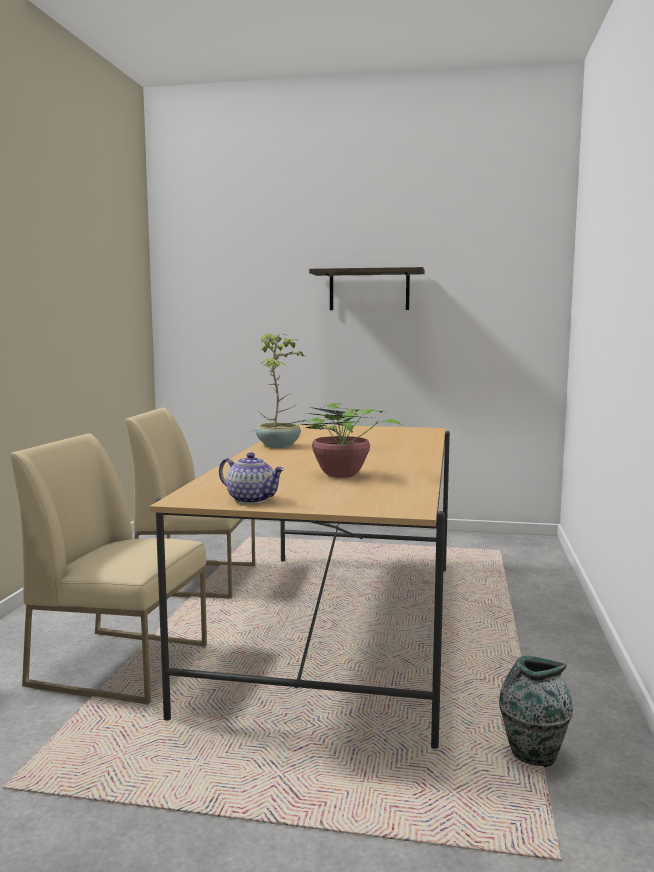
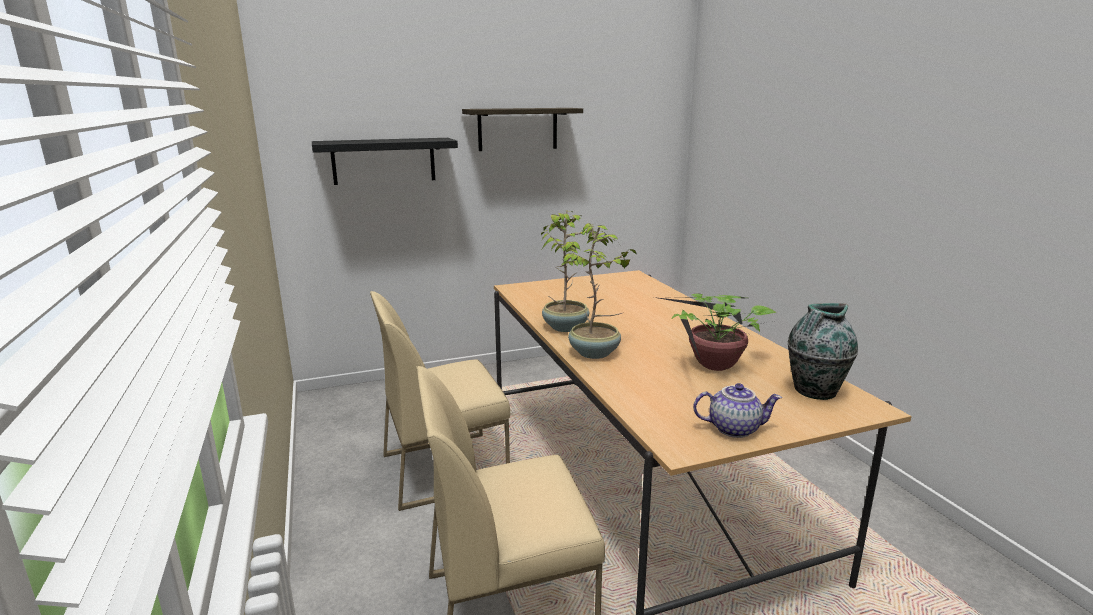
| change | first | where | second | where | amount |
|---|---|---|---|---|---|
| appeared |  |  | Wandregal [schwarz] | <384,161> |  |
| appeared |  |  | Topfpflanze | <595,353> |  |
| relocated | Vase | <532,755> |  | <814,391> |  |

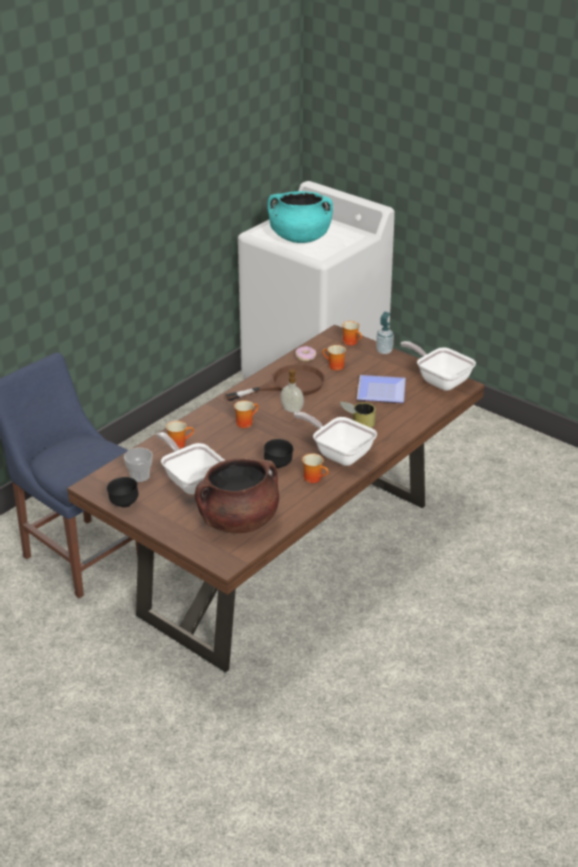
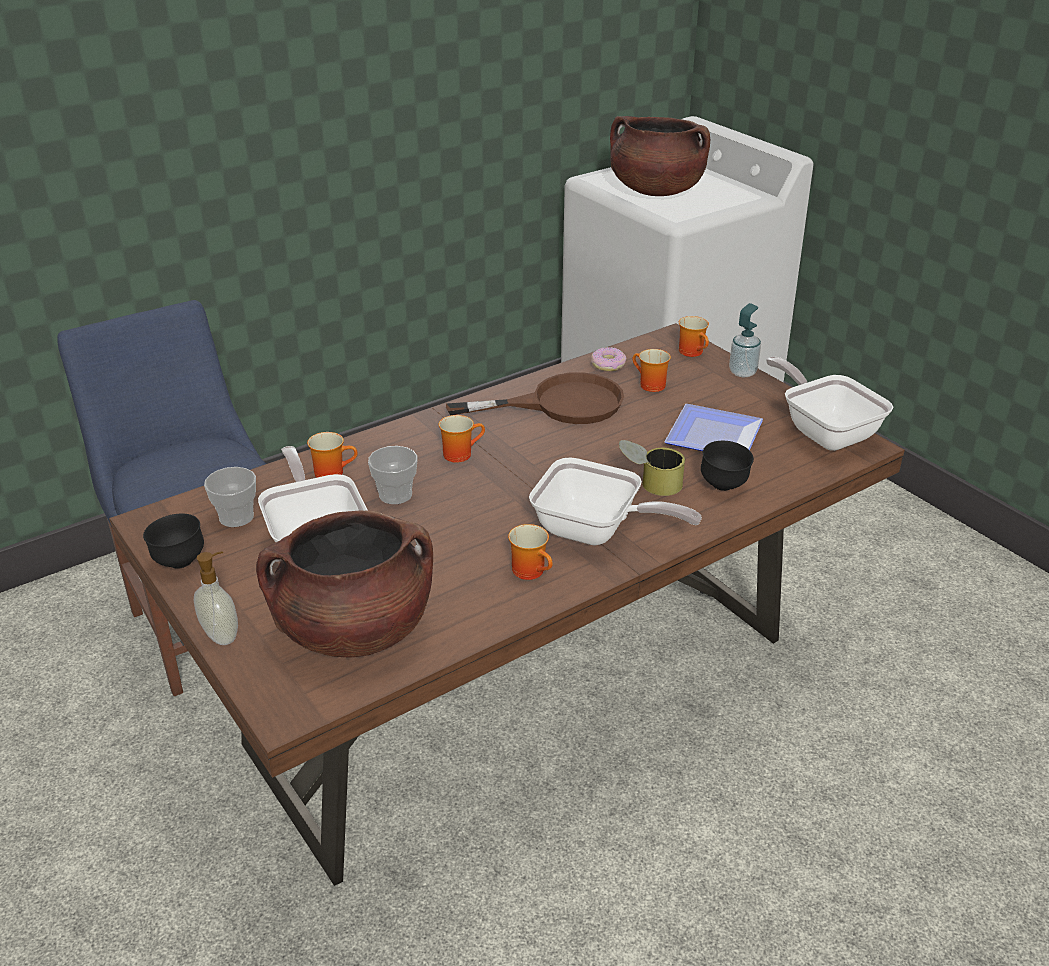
| change | first | where | second | where | amount |
|---|---|---|---|---|---|
| relocated | Seifenspender | <292,409> |  | <222,635> |  |
| appeared |  |  | Tasse | <395,495> |  |
| spun | Pfanne | <339,453> |  | <596,532> | 150 degrees clockwise |
| colour | Kochtopf [türkis] | <300,238> | Kochtopf [braun] | <655,191> |  |
| relocated | Schüssel [schwarz] | <278,465> |  | <724,486> |  |

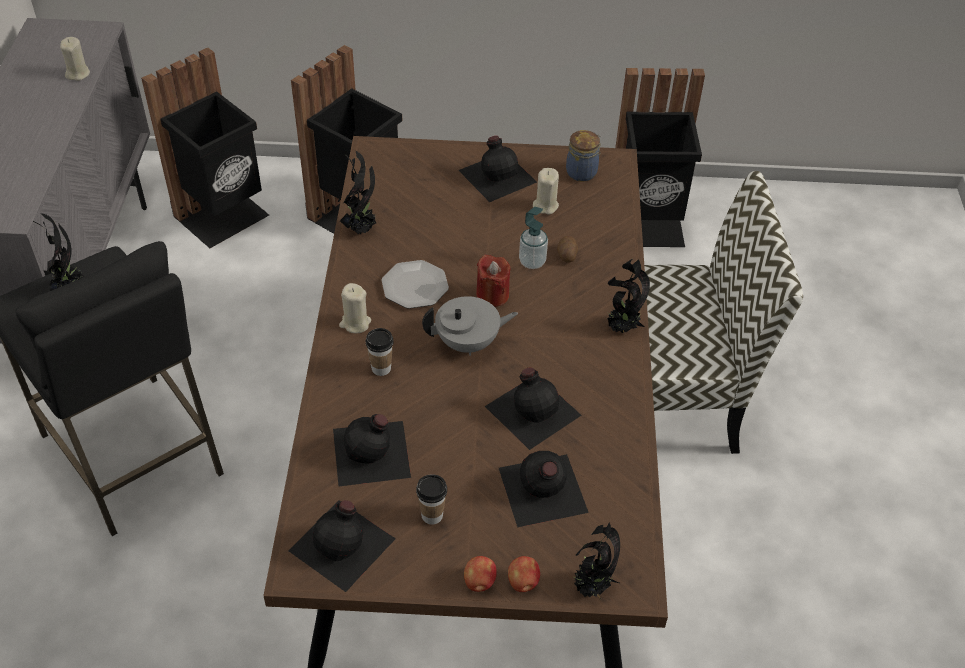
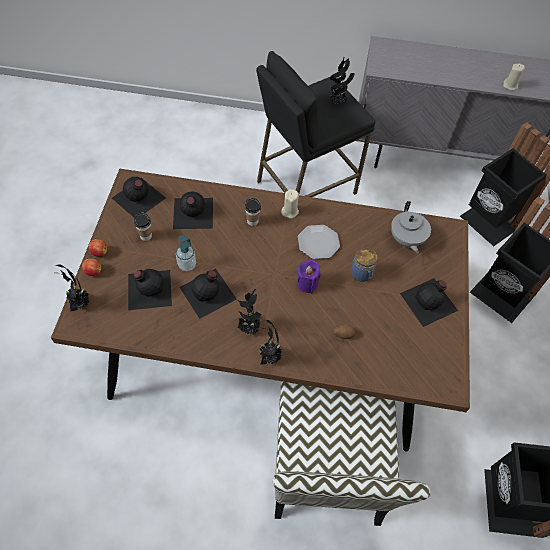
| change | first | where | second | where | amount |
|---|---|---|---|---|---|
| relocated | Seifenspender | <532,262> |  | <187,265> |  |
| relocated | Topfpflanze | <362,229> |  | <250,328> |  |
| colour | Kerze [rot] | <492,295> | Kerze [lila] | <307,283> |  |
| relocated | Vorratsglas | <582,172> |  | <362,274> |  |
| relocated | Teekanne [grau] | <468,343> |  | <406,240> |  |
| missing | Kerze [beige] | <545,205> |  |  |  |

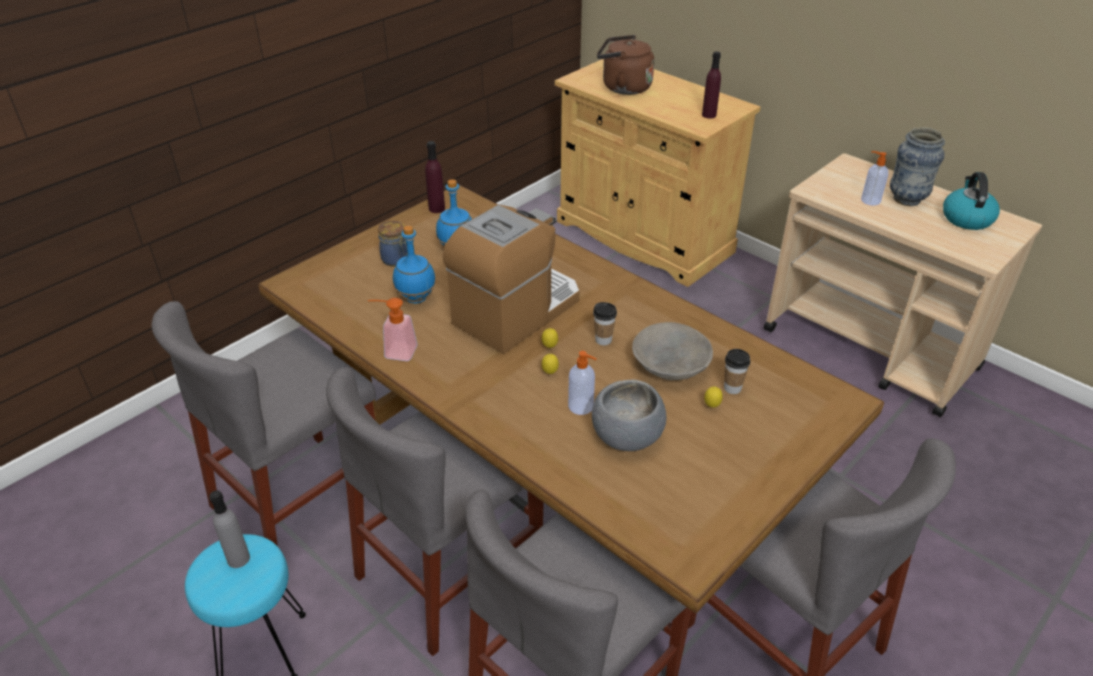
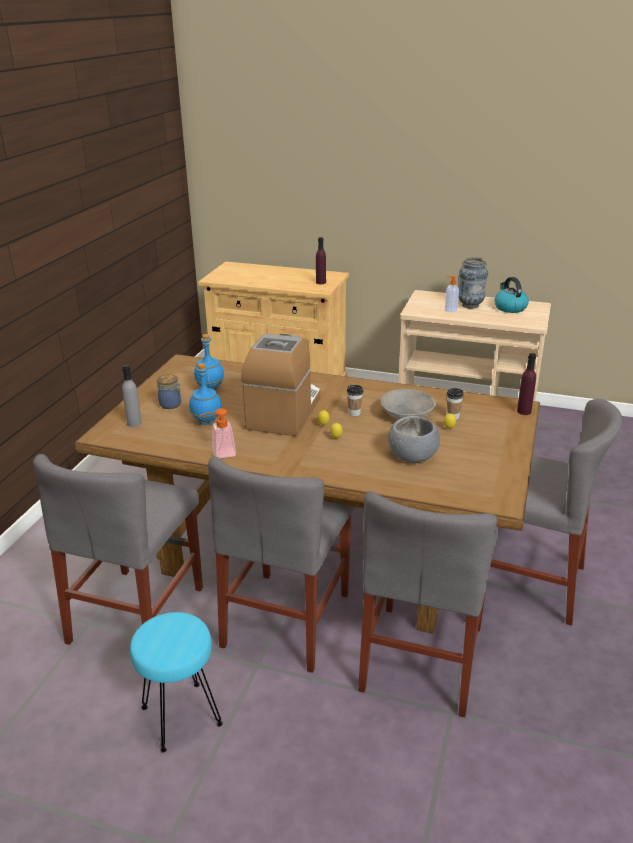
| change | first | where | second | where | amount |
|---|---|---|---|---|---|
| relocated | Flasche [grau] | <238,558> |  | <134,423> |  |
| relocated | Flasche [lila] | <436,208> |  | <524,411> |  |
| missing | Seifenspender | <581,406> |  |  |  |
| missing | Wasserkessel [braun] | <623,87> |  |  |  |

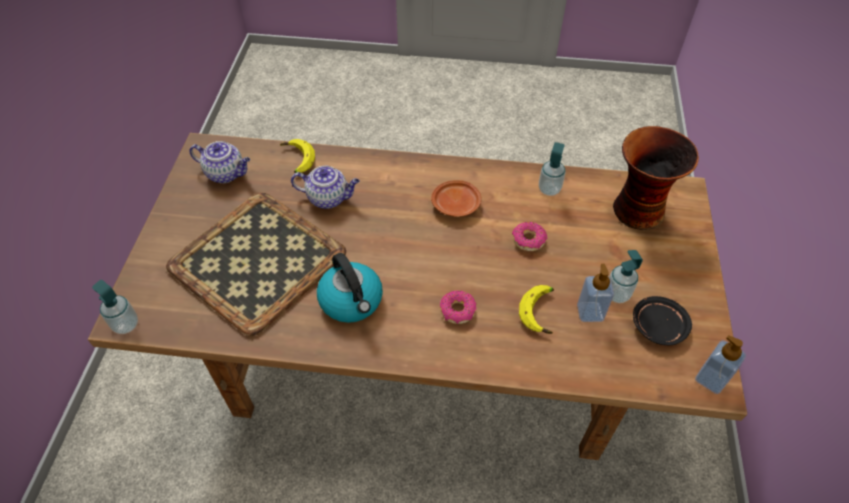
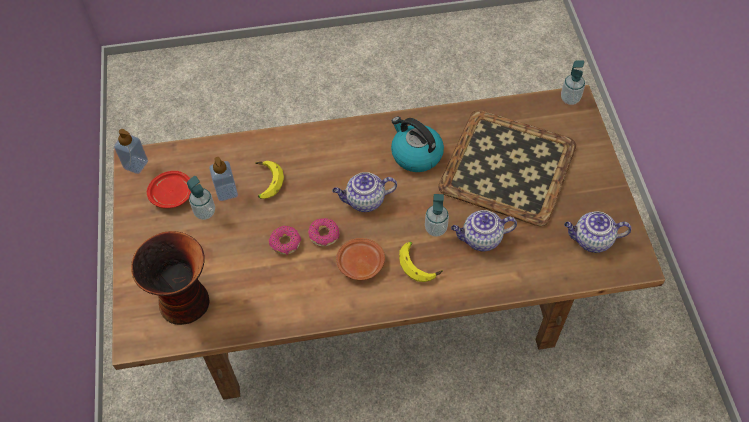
| change | first | where | second | where | amount |
|---|---|---|---|---|---|
| colour | Teller [schwarz] | <658,326> | Teller [rot] | <172,194> |  |
| relocated | Donut | <457,311> |  | <324,235> |  |
| appeared |  |  | Teekanne | <364,201> |  |
| relocated | Banane | <296,160> |  | <419,264> |  |
| relocated | Seifenspender | <549,189> |  | <435,229> |  |

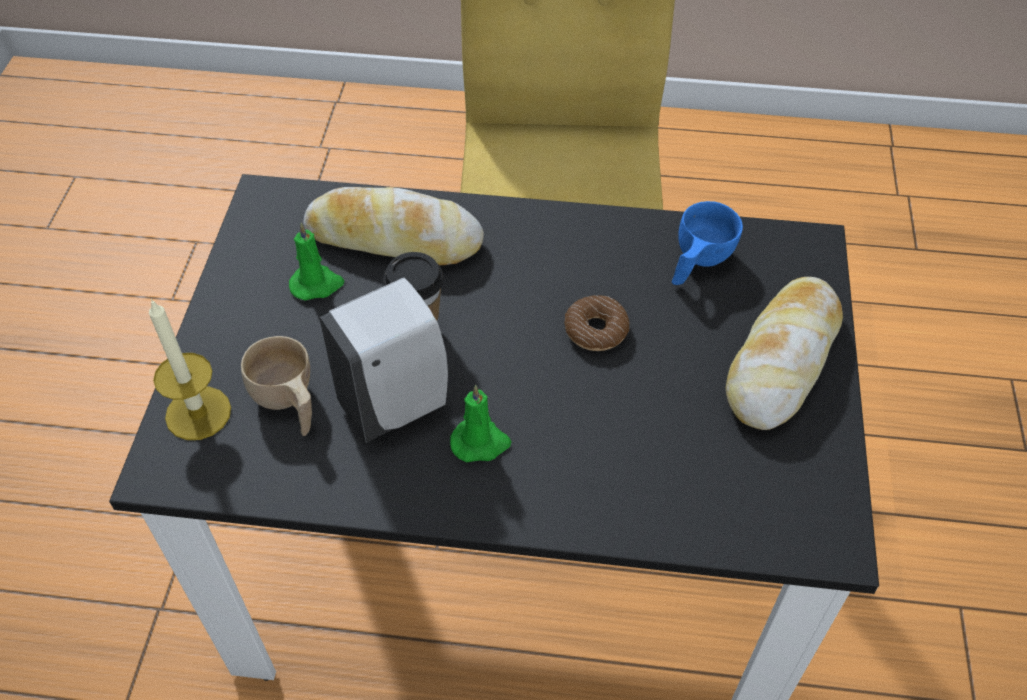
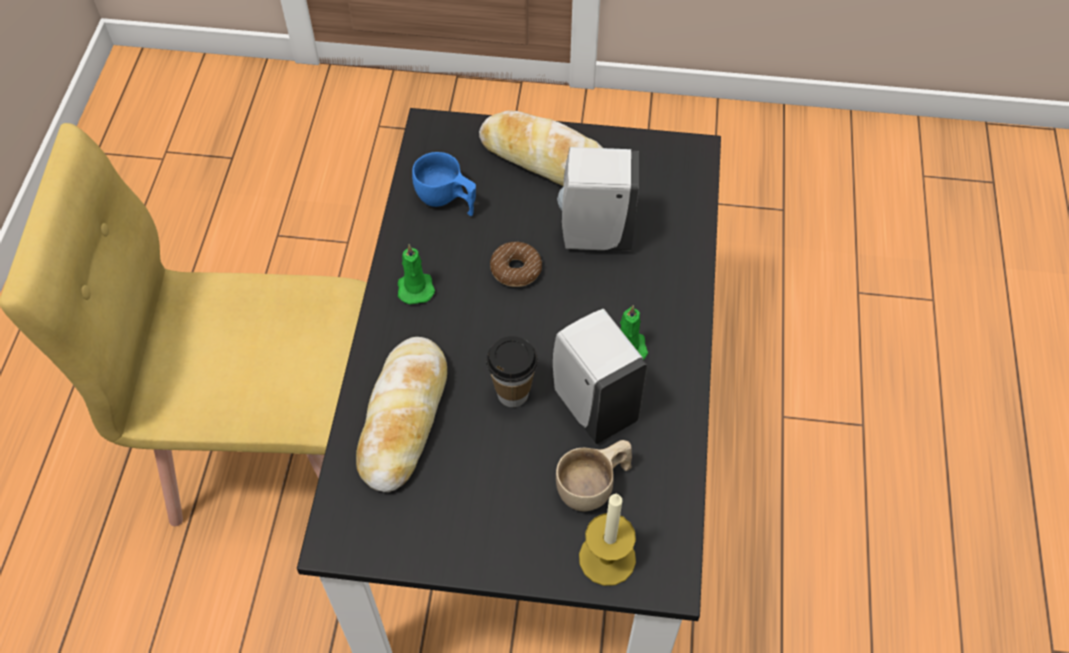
| change | first | where | second | where | amount |
|---|---|---|---|---|---|
| relocated | Kerze [grün] | <317,284> |  | <415,287> |  |
| appeared |  |  | Seifenspender [weiß] | <593,235> |  |

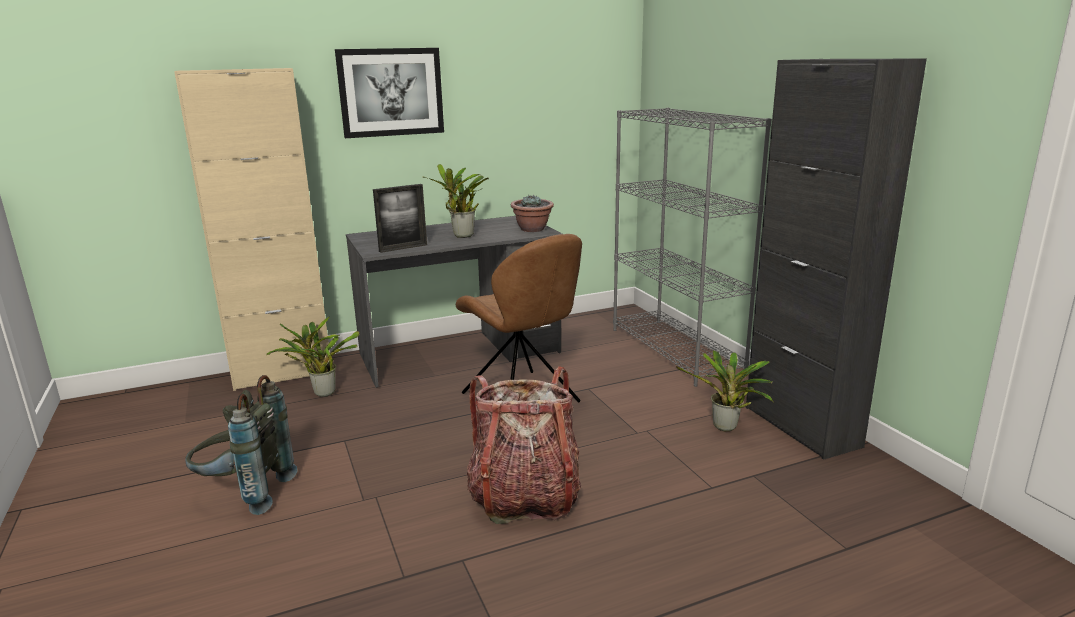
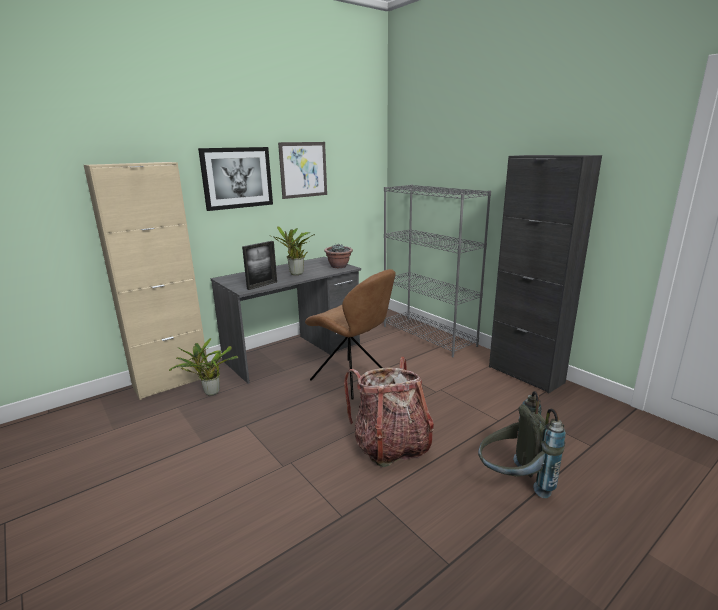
| change | first | where | second | where | amount |
|---|---|---|---|---|---|
| appeared |  |  | Bild | <303,170> |  |
| relocated | Rucksack [grau] | <245,494> |  | <513,483> |  |
| missing | Topfpflanze | <726,428> |  |  |  |

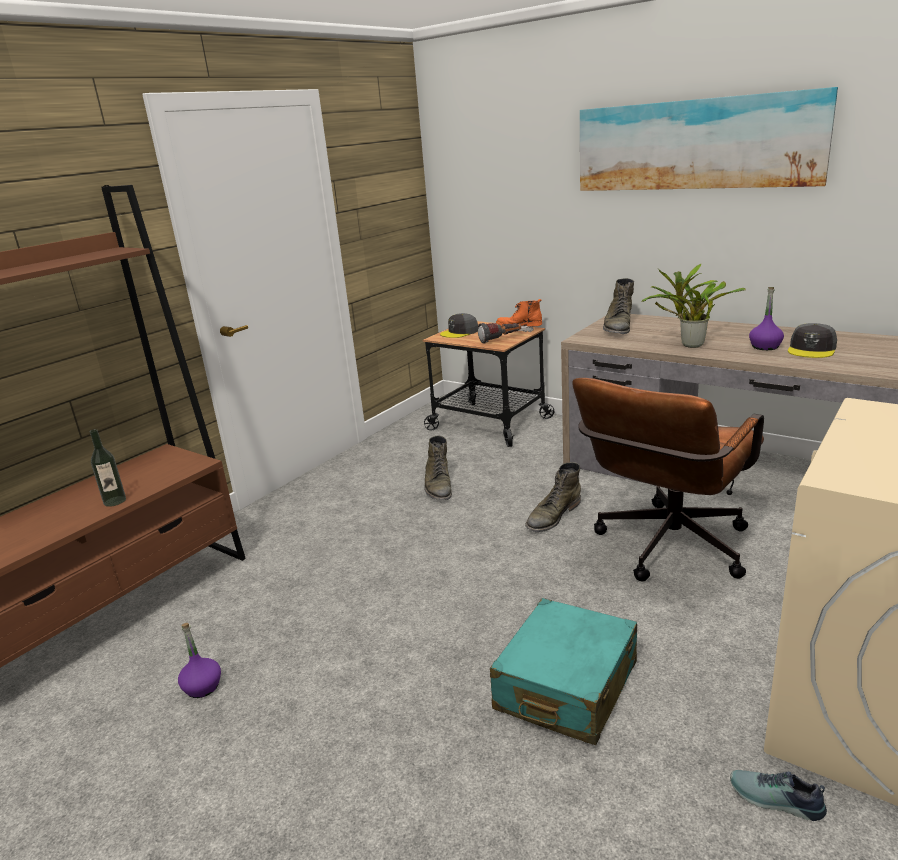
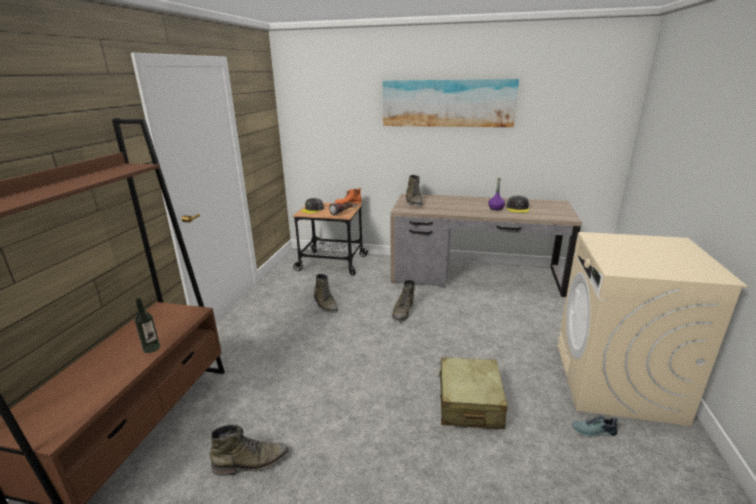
| change | first | where | second | where | amount |
|---|---|---|---|---|---|
| exchanged | Flasche [lila] | <202,687> | Stiefel [grün] | <251,462> |  |
| colour | Koffer [türkis] | <566,686> | Koffer [beige] | <469,403> |  |
| missing | Bürostuhl [braun] | <666,550> |  |  |  |
| missing | Topfpflanze | <688,345> |  |  |  |

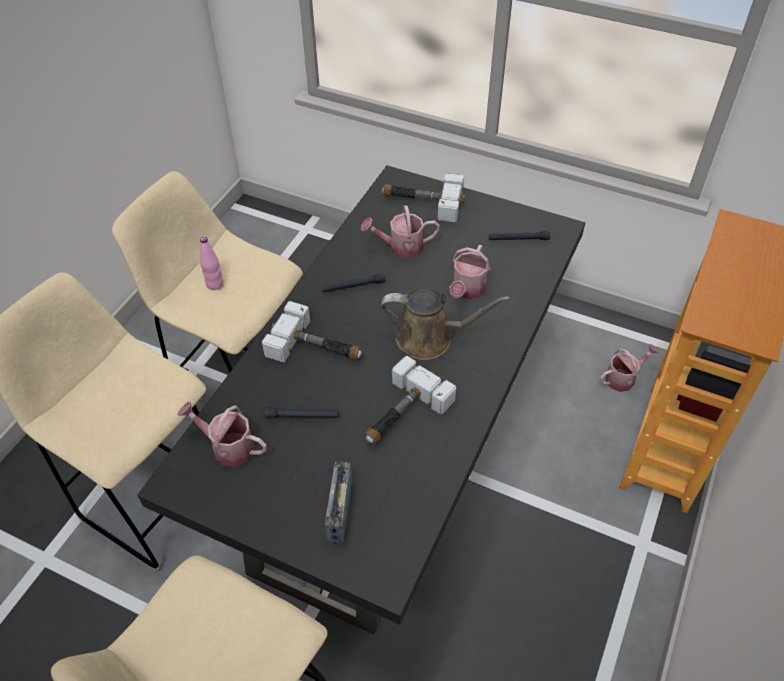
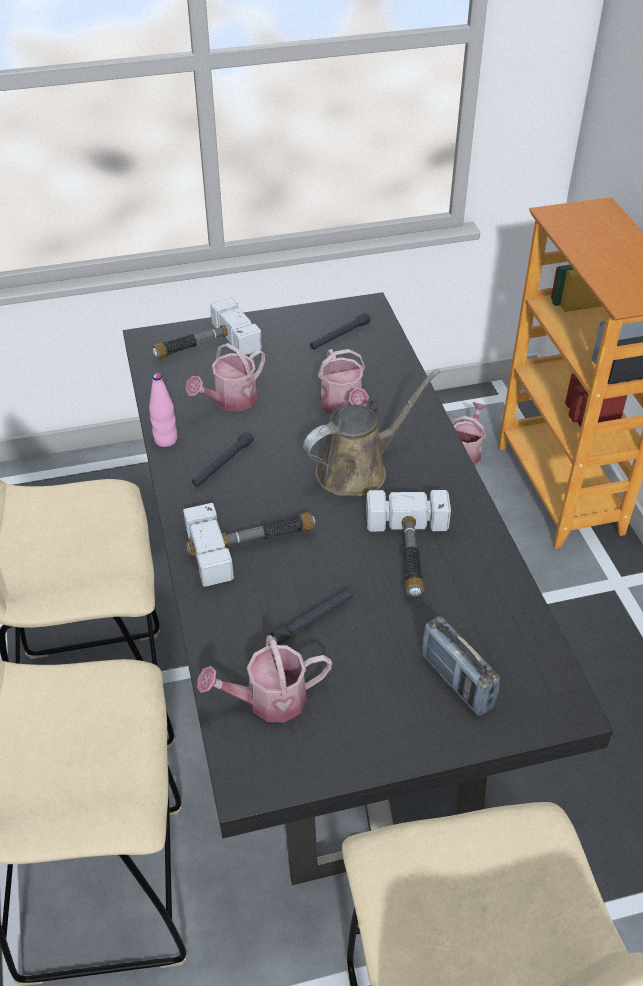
| change | first | where | second | where | amount |
|---|---|---|---|---|---|
| relocated | Flasche [rosa] | <215,284> |  | <166,440> |  |

